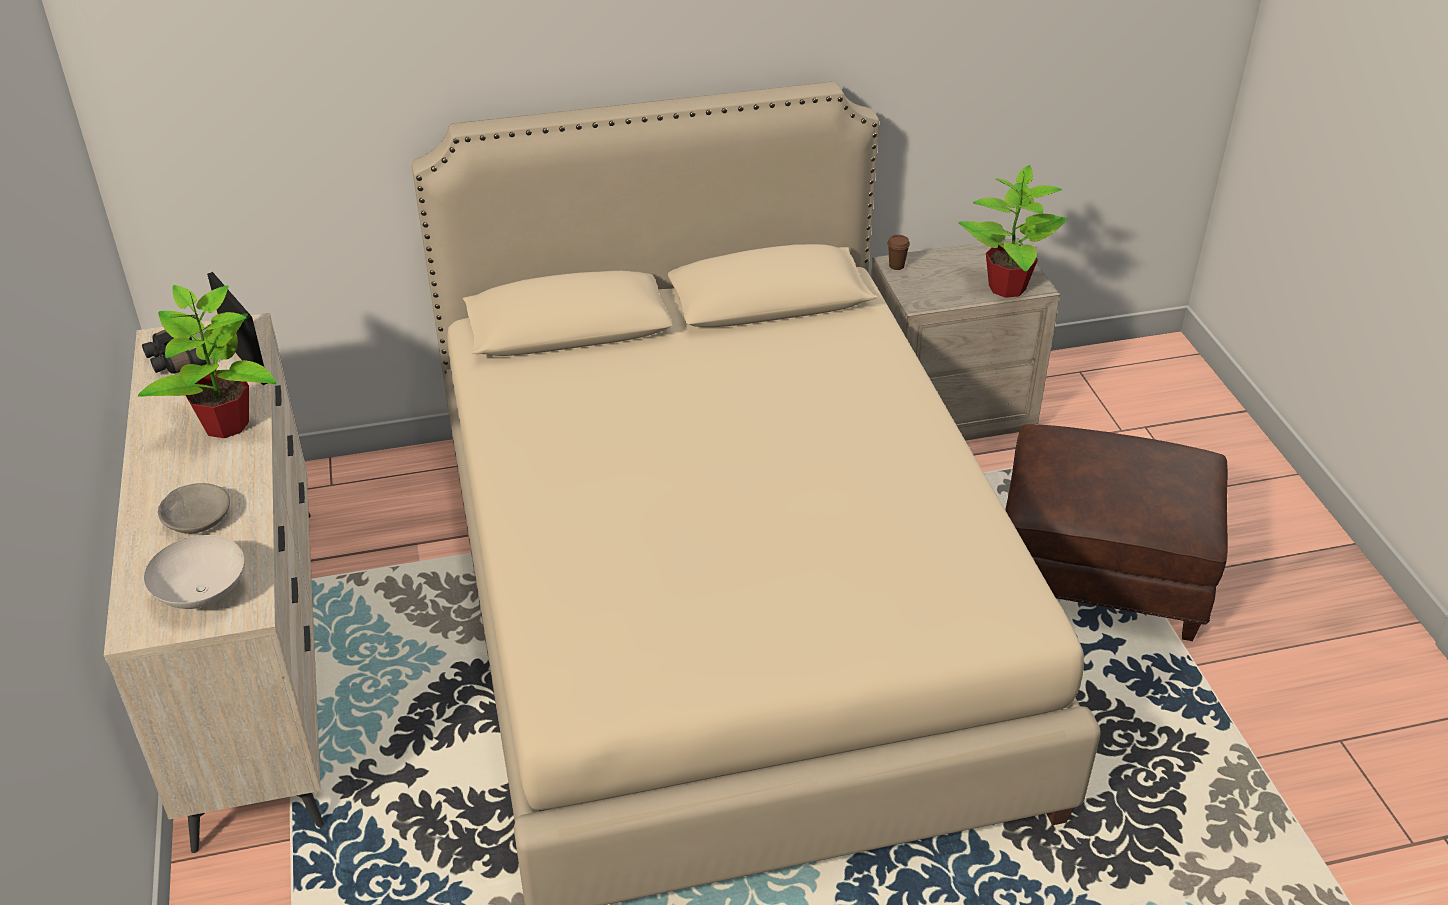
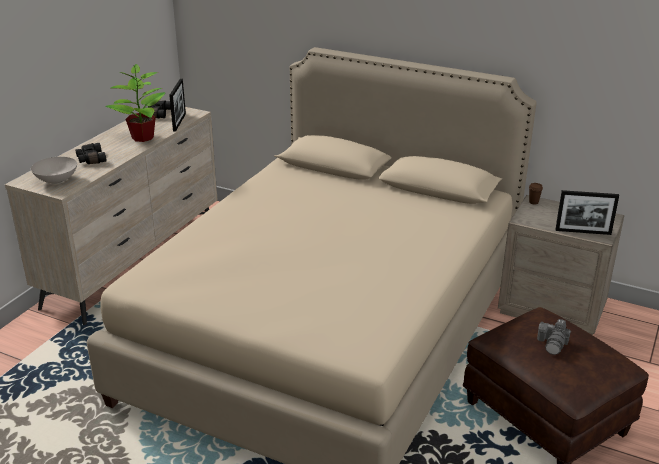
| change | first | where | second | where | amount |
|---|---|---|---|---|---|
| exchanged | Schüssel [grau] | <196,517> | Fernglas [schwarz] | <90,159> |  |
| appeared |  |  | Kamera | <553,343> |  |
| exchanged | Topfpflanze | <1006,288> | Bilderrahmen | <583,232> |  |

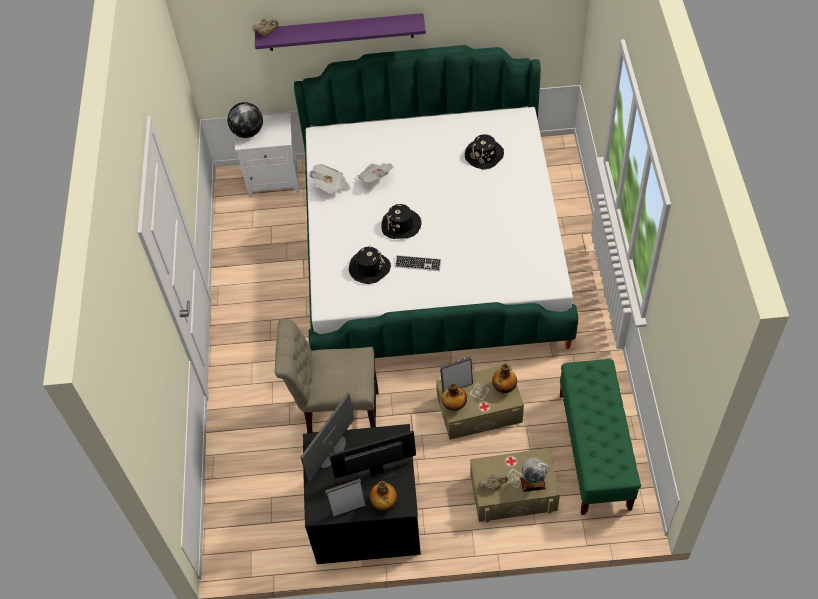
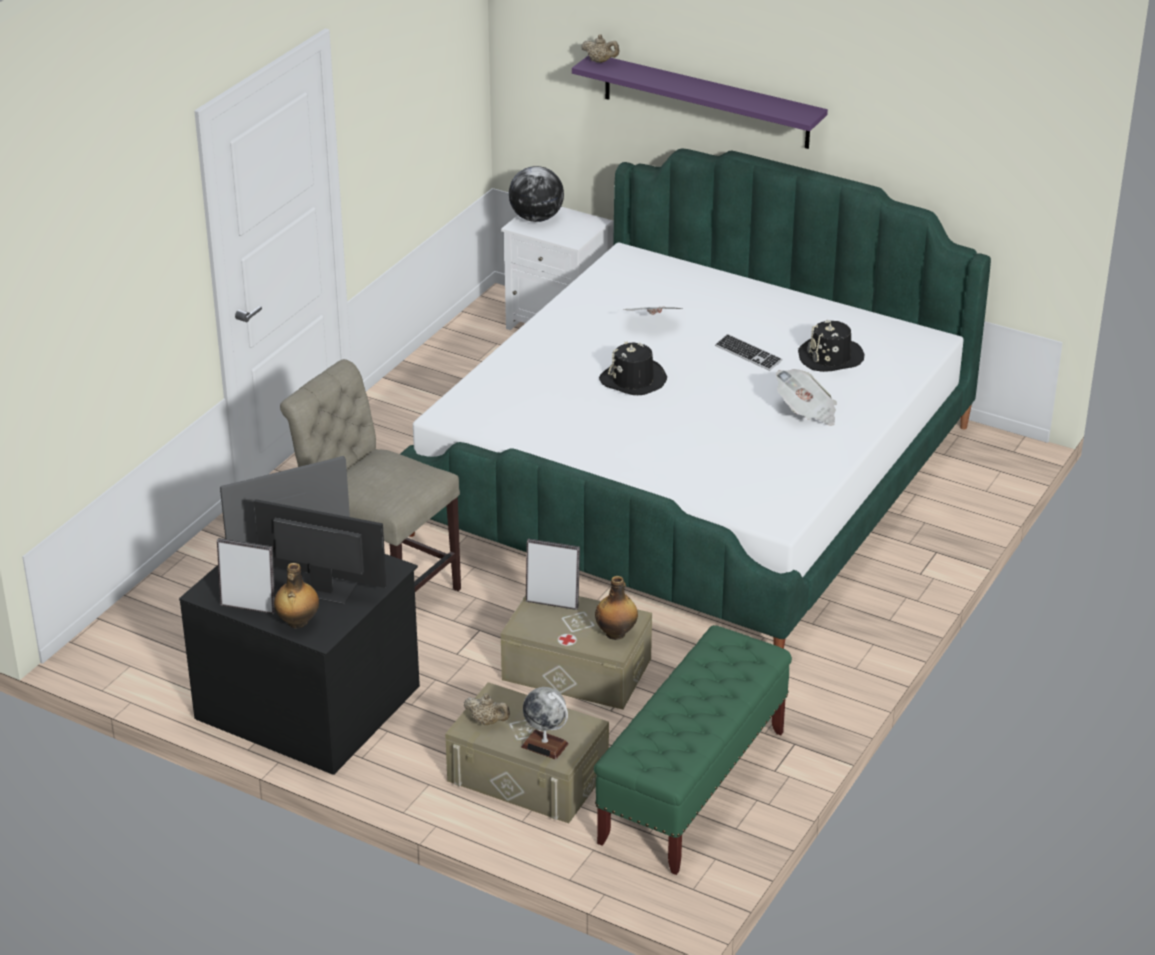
| change | first | where | second | where | amount |
|---|---|---|---|---|---|
| relocated | Tastatur | <418,264> |  | <748,354> |  |
| relocated | Zeitung | <331,186> |  | <806,412> |  |
| missing | Hut [schwarz] | <369,268> |  |  |  |
| missing | Flasche | <454,405> |  |  |  |

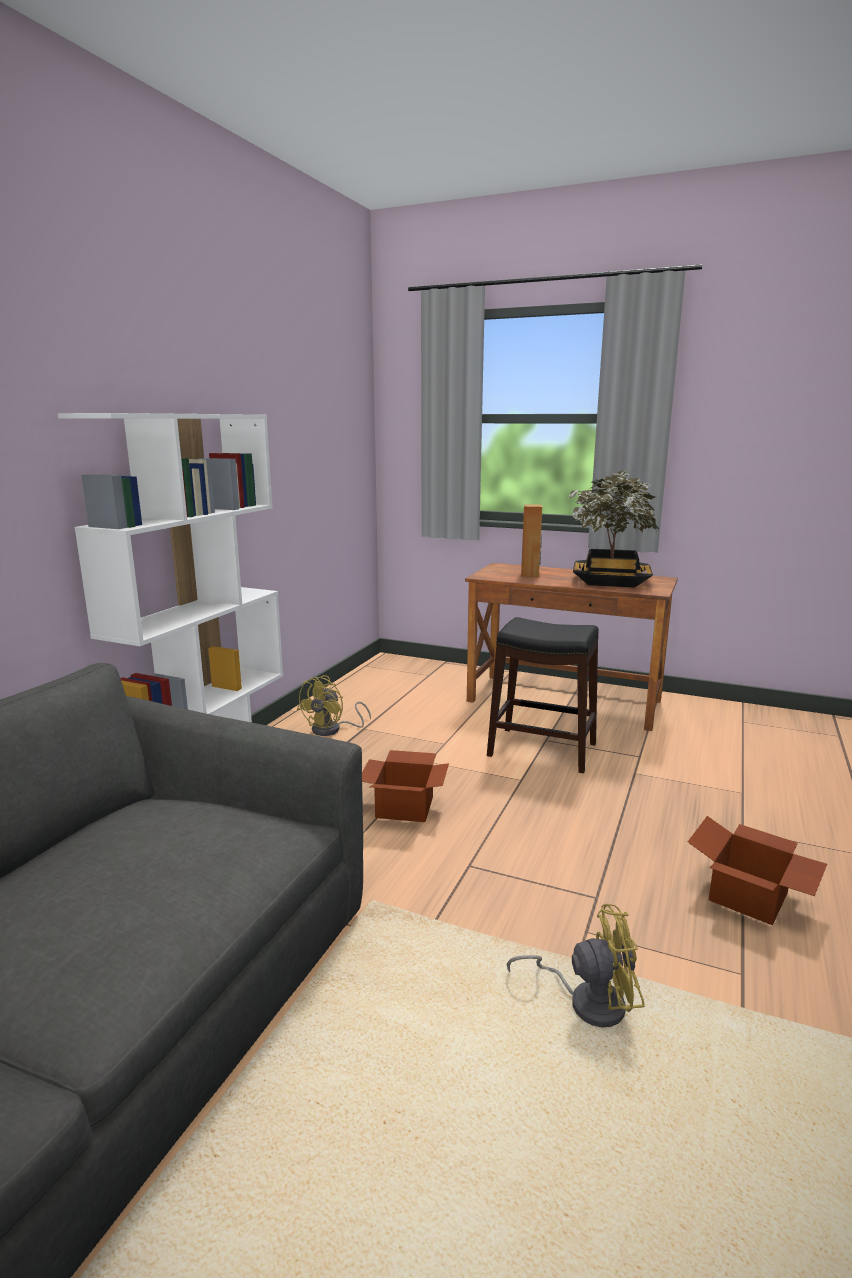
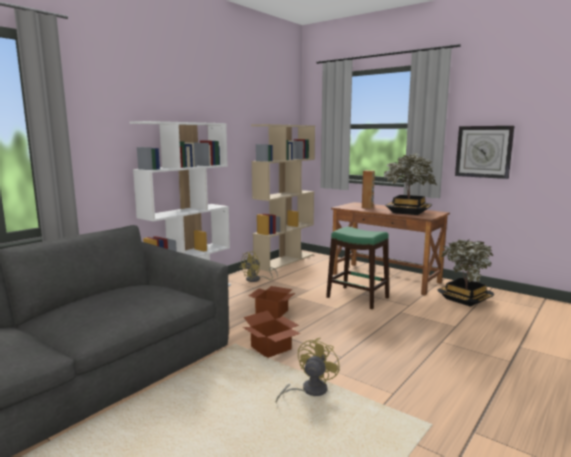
| change | first | where | second | where | amount |
|---|---|---|---|---|---|
| relocated | Karton | <750,898> |  | <271,348> |  |
| appeared |  |  | Bücherregal [beige] | <284,261> |  |
| spun | Ventilator [gelb] | <587,1001> |  | <309,391> | 75 degrees counterclockwise |
| colour | Hocker [schwarz] | <542,750> | Hocker [grün] | <357,297> |  |
| appeared |  |  | Topfpflanze | <465,299> |  |
| appeared |  |  | Wanduhr | <483,151> |  |

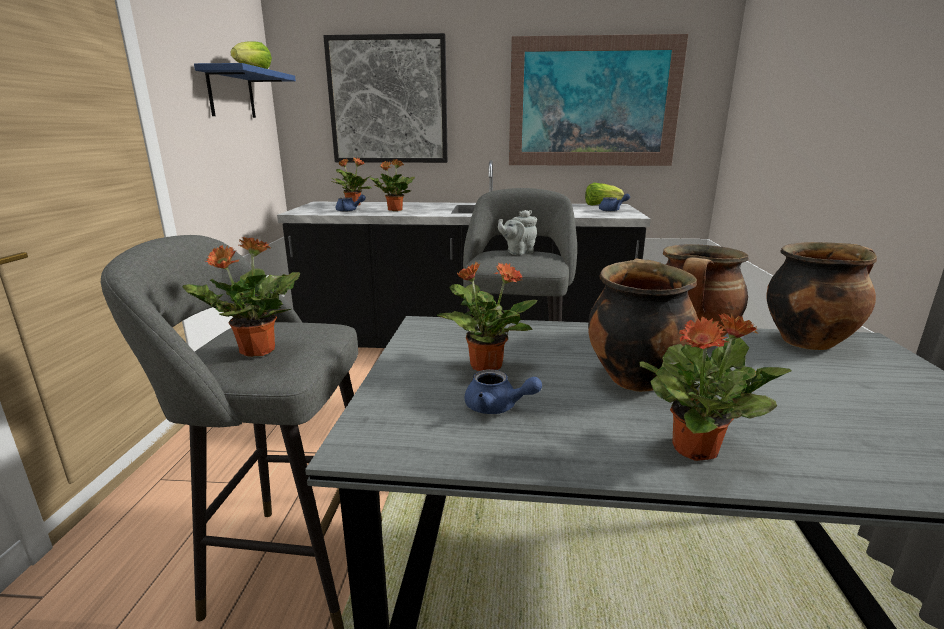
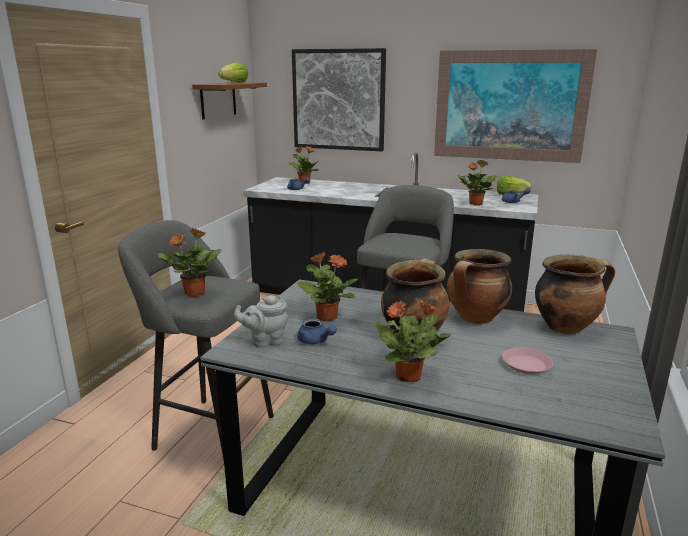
| change | first | where | second | where | amount |
|---|---|---|---|---|---|
| colour | Wandregal [blau] | <231,94> | Wandregal [braun] | <218,100> |  |
| relocated | Teekanne [grau] | <518,252> |  | <265,341> |  |
| relocated | Topfpflanze | <394,210> |  | <475,204> |  |
| appeared |  |  | Teller [rosa] | <526,364> |  |

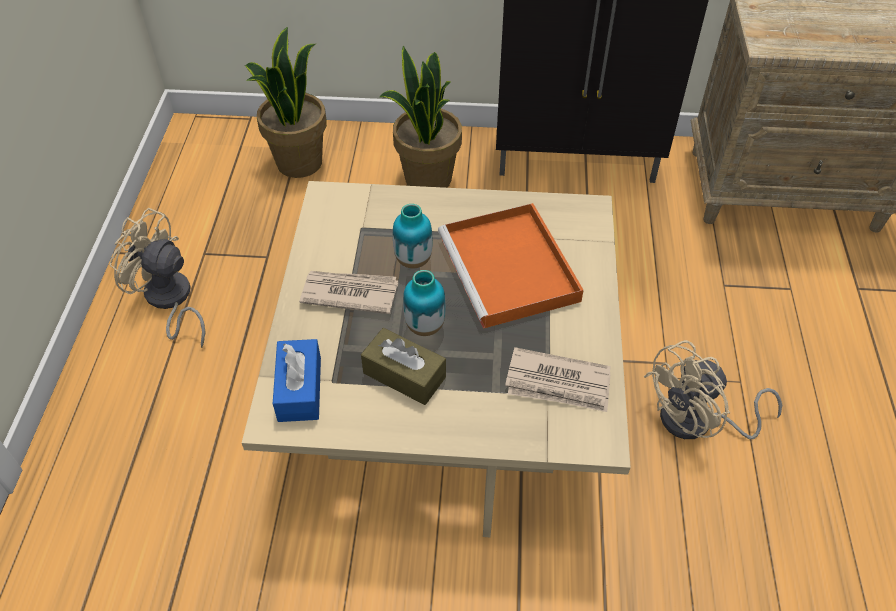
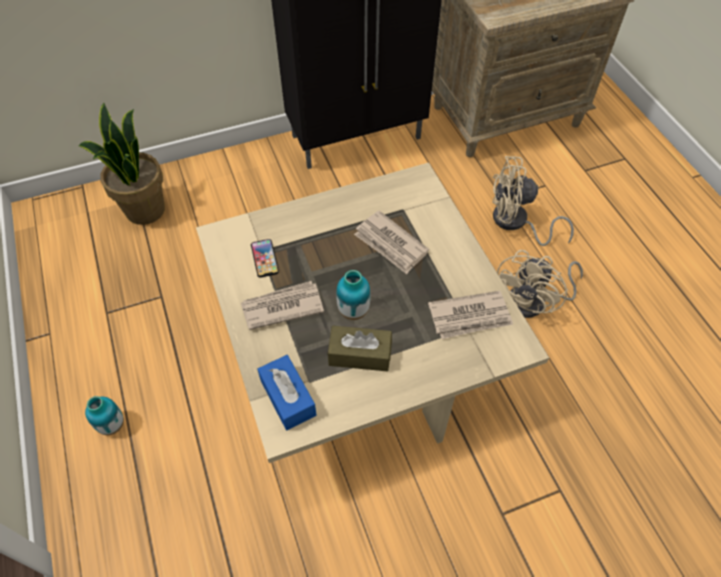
| change | first | where | second | where | amount |
|---|---|---|---|---|---|
| relocated | Vase | <413,260> |  | <112,425> |  |
| appeared |  |  | Handy | <264,258> |  |
| exchanged | Tablett [orange] | <511,270> | Zeitung | <390,244> |  |
| relocated | Ventilator [beige] | <169,301> |  | <515,223> |  |
| missing | Topfpflanze | <427,178> |  |  |  |

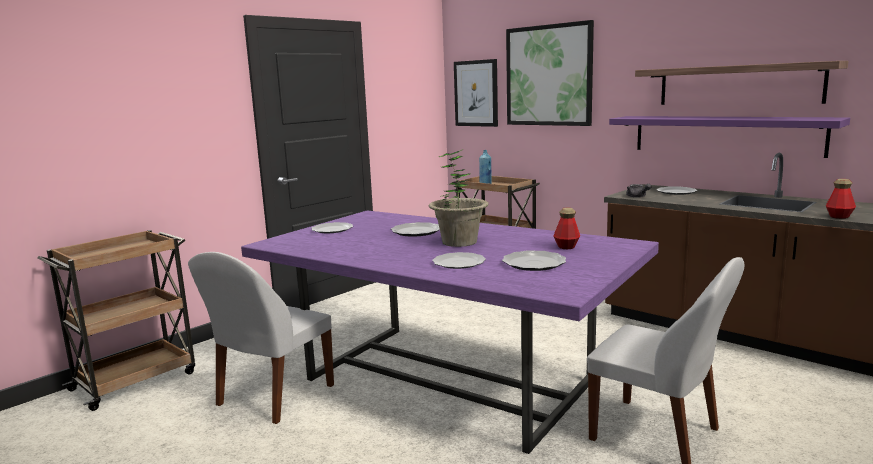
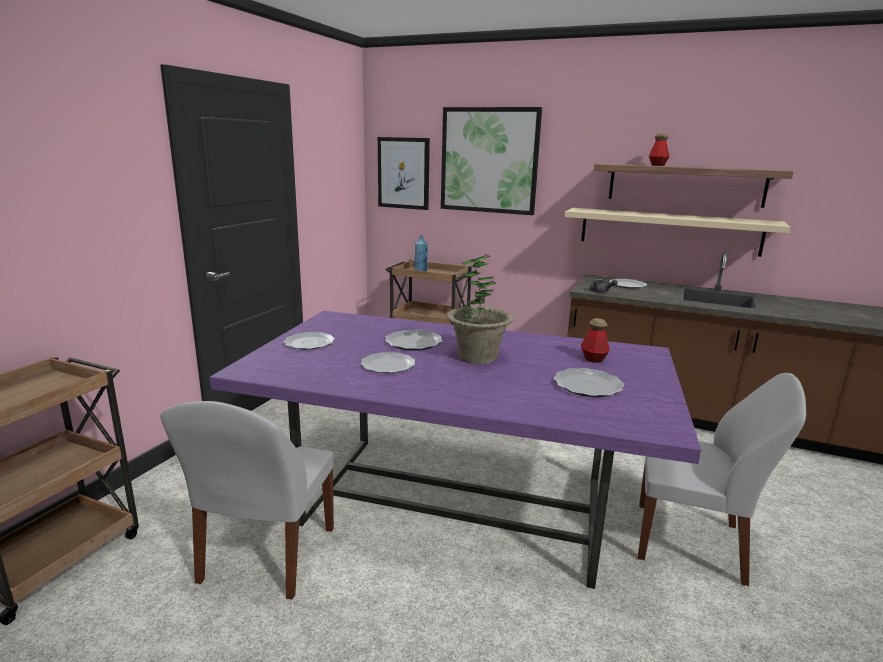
| change | first | where | second | where | amount |
|---|---|---|---|---|---|
| relocated | Teller | <459,262> |  | <388,365> |  |
| colour | Wandregal [lila] | <724,135> | Wandregal [beige] | <668,231> |  |
| relocated | Flasche | <839,216> |  | <657,165> |  |

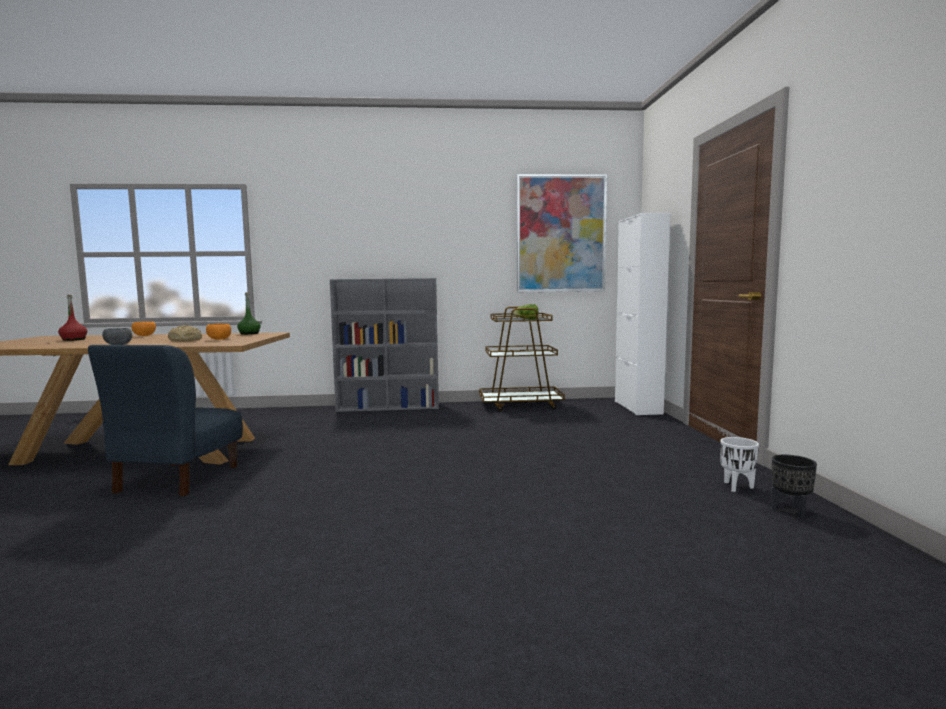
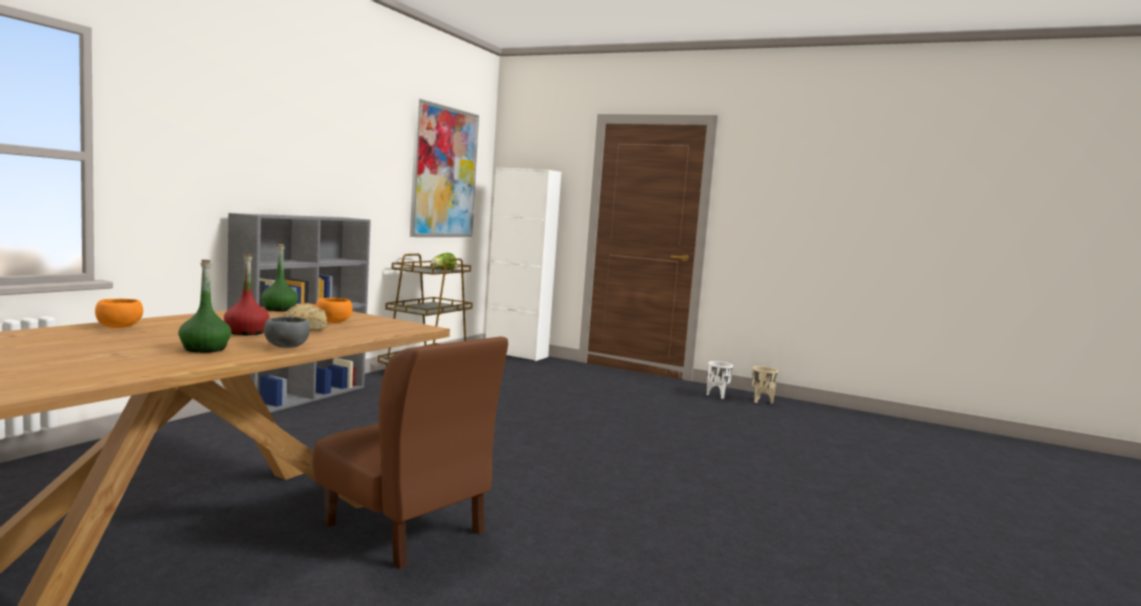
| change | first | where | second | where | amount |
|---|---|---|---|---|---|
| appeared |  |  | Flasche [grün] | <205,349> |  |
| relocated | Flasche [rot] | <74,339> |  | <246,332> |  |
| colour | Stuhl [blau] | <177,479> | Stuhl [braun] | <405,529> |  |
| colour | Pflanzkübel [schwarz] | <791,511> | Pflanzkübel [beige] | <761,401> |  |

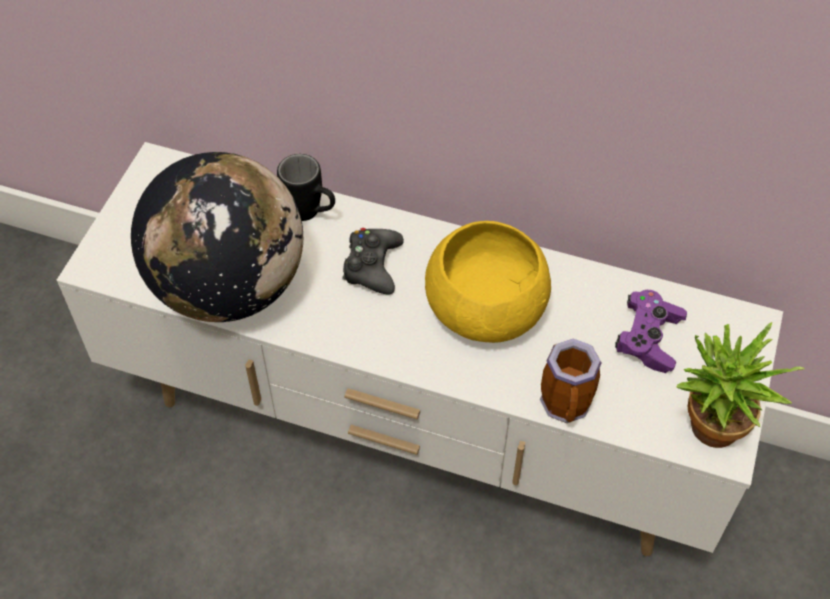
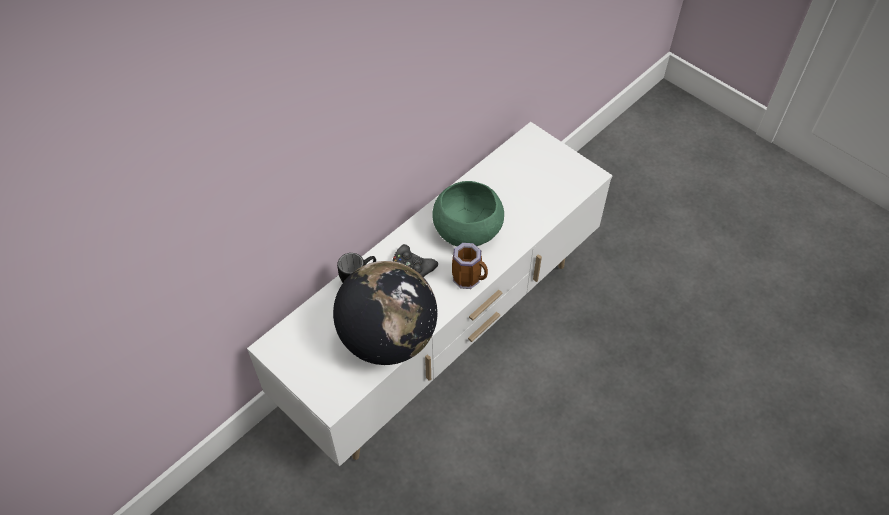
| change | first | where | second | where | amount |
|---|---|---|---|---|---|
| colour | Schüssel [gelb] | <487,309> | Schüssel [grün] | <468,229> |  |
| relocated | Henkelbecher | <568,407> |  | <469,278> |  |
| missing | Gamepad [lila] | <648,339> |  |  |  |
| missing | Topfpflanze | <708,434> |  |  |  |

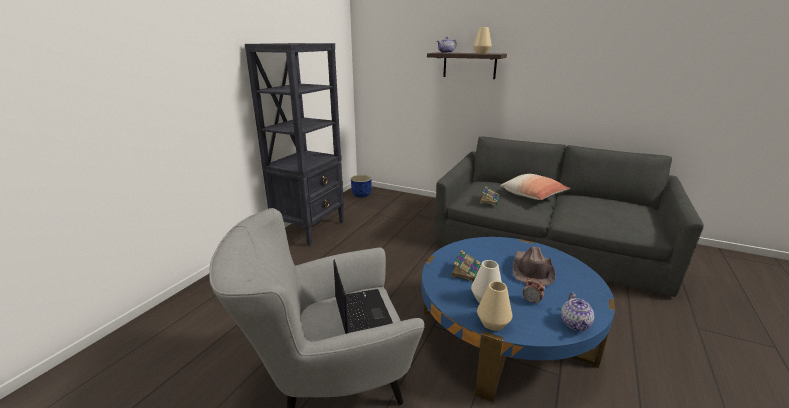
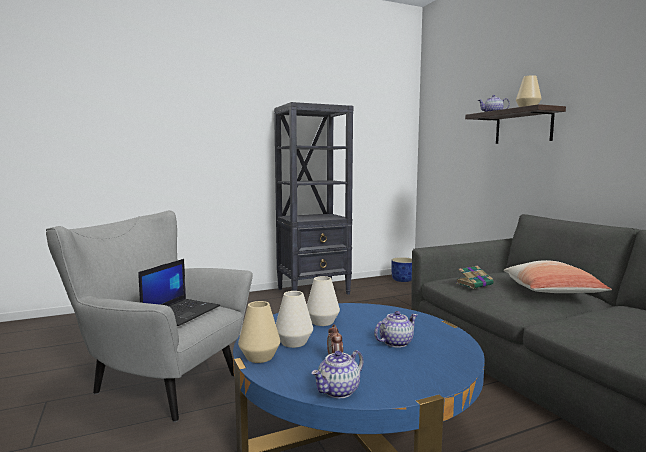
| change | first | where | second | where | amount |
|---|---|---|---|---|---|
| exchanged | Buch | <466,271> | Vase [weiß] | <322,322> |  |
| exchanged | Hut [braun] | <532,270> | Teekanne | <396,342> |  |

